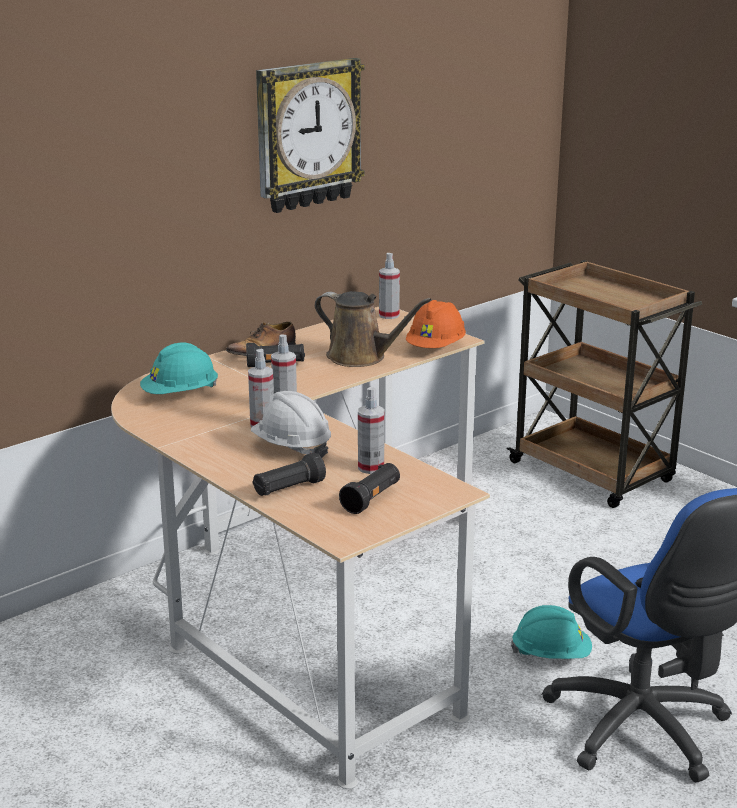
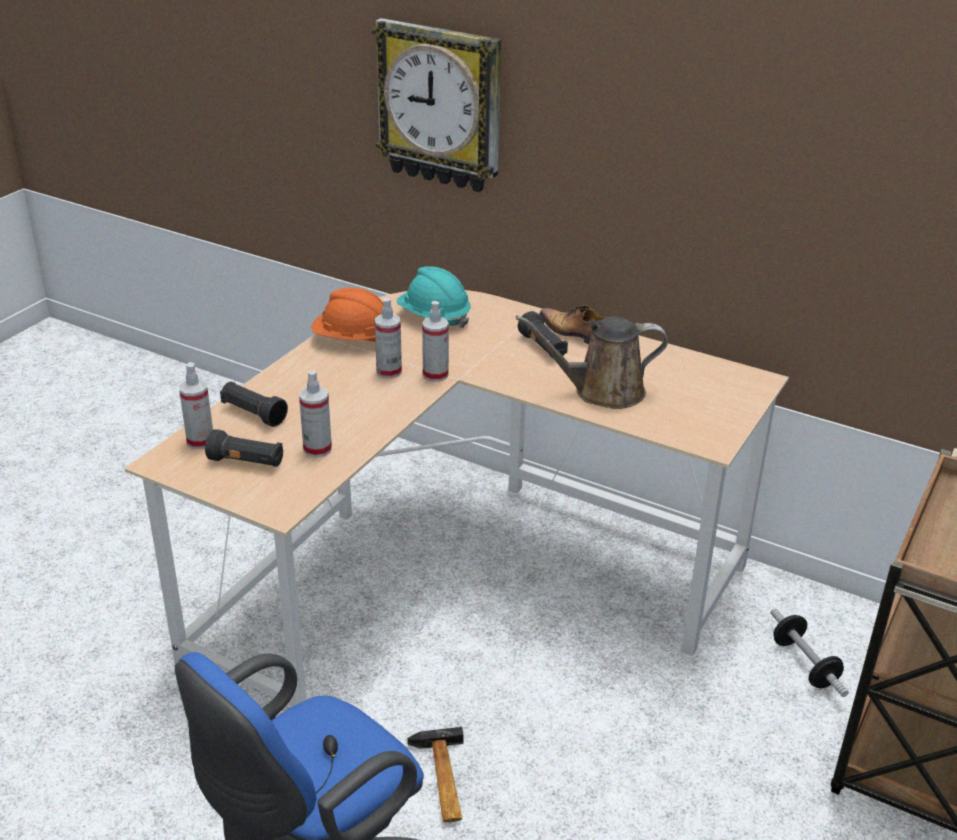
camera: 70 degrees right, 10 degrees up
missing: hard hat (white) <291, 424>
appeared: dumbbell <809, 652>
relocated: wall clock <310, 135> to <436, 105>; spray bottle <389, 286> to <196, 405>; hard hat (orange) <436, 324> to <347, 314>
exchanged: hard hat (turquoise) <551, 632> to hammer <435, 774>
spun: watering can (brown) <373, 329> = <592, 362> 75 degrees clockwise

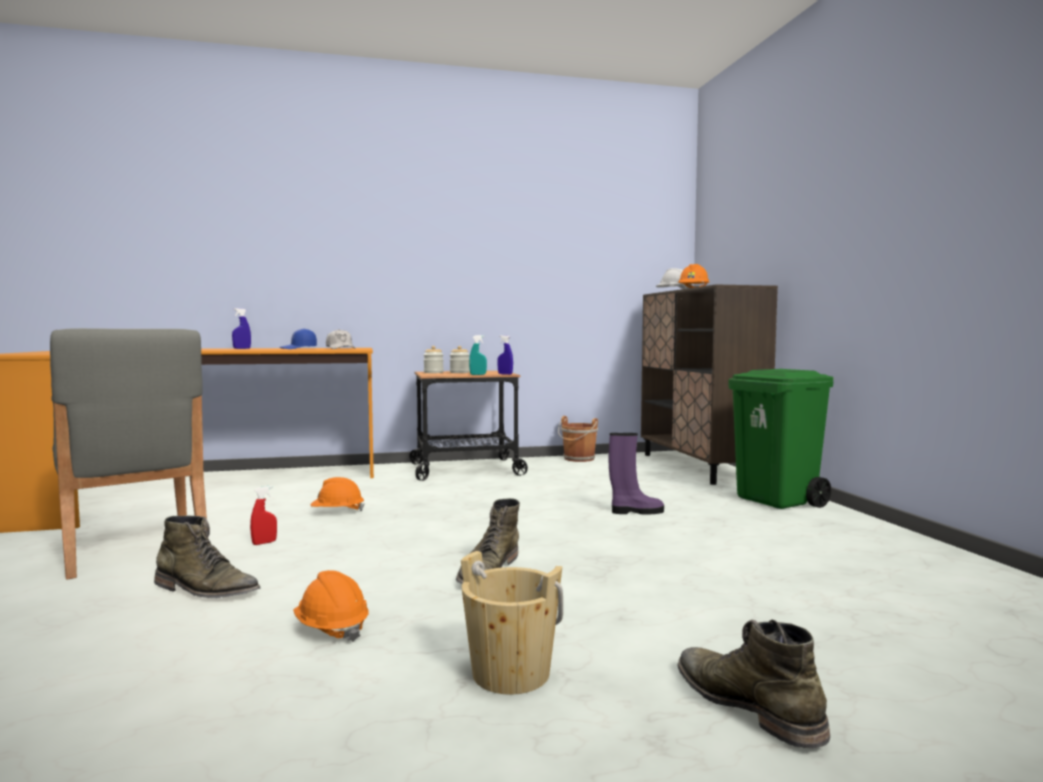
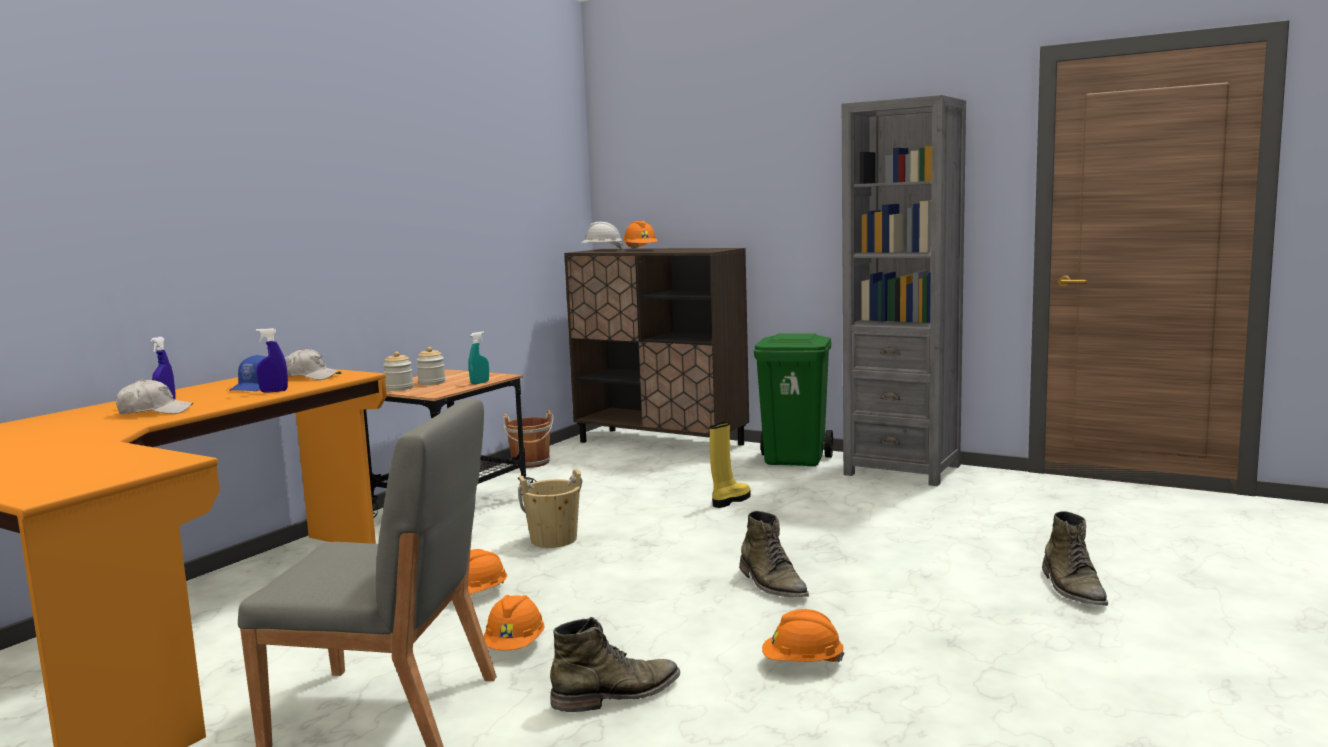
camera: 45 degrees left, 5 degrees up
appeared: bookcase (grey) <904, 290>; cap (white) <154, 396>
relocated: spray bottle (blue) <505, 355> to <272, 360>; bucket (beige) <512, 622> to <550, 508>
exchanged: spray bottle (red) <263, 515> to hard hat (orange) <514, 622>
colour: boot (purple) <636, 474> to boot (yellow) <730, 465>
spun: boot (green) <754, 684> = <1075, 558> 105 degrees counterclockwise

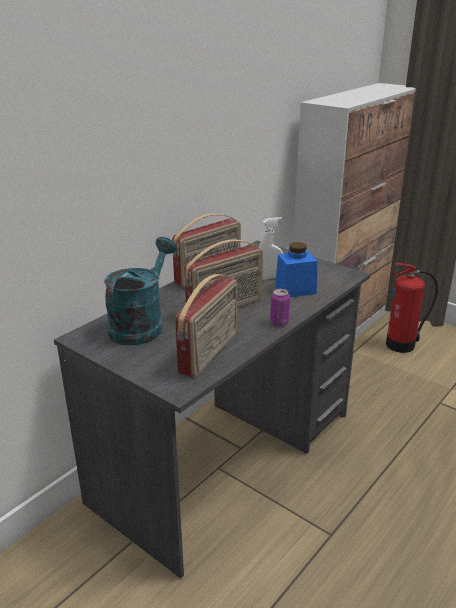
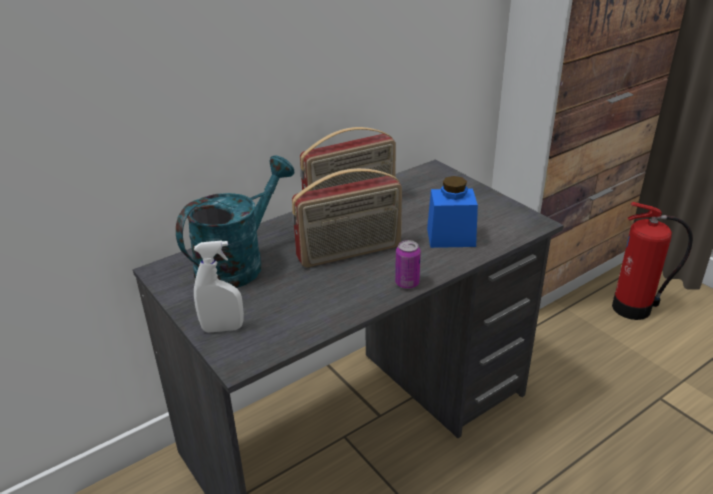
camera: 15 degrees right, 5 degrees up
missing: radio <206, 325>
relocated: spray bottle (white) <271, 248> to <219, 286>

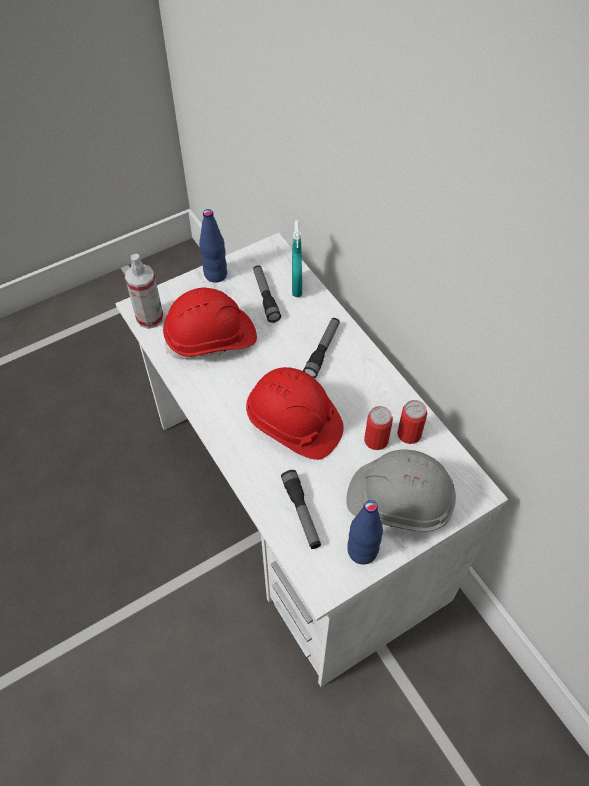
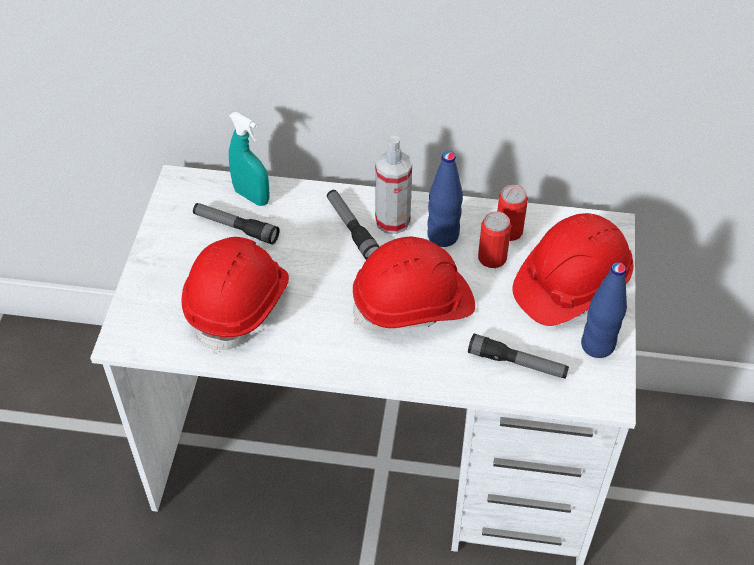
camera: 50 degrees left, 5 degrees down
relocated: bottle (blue) <213, 246> to <445, 199>; spray bottle <144, 291> to <393, 185>
colour: hard hat (grey) <401, 491> to hard hat (red) <573, 269>

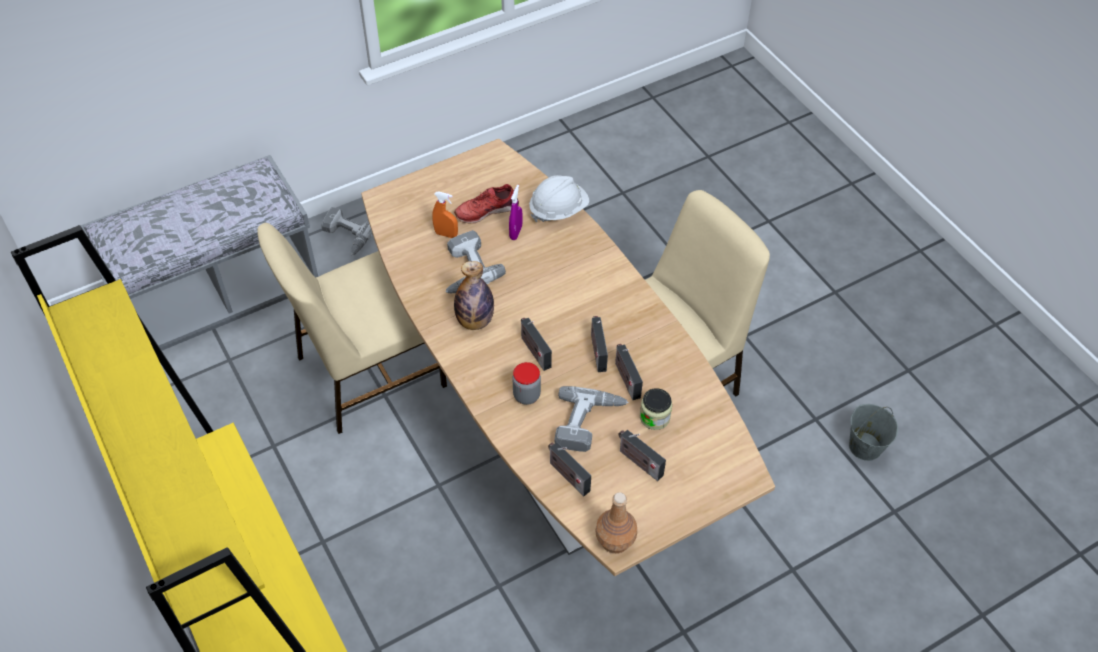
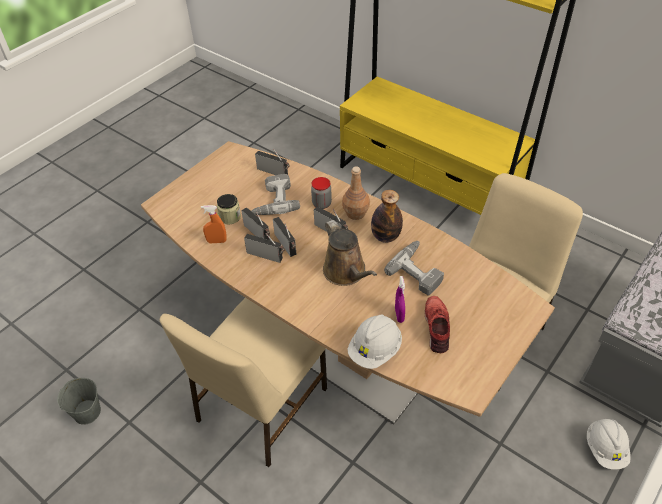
camera: 160 degrees right, 5 degrees down
appeared: watering can (brown) <350, 253>
relocated: spray bottle (orange) <445, 214> to <214, 224>; radio <642, 455> to <264, 248>; bottle (brown) <616, 523> to <356, 193>
exchanged: power drill <347, 231> to hard hat (white) <608, 444>
spun: shoe (red) <486, 204> = <437, 324> 45 degrees counterclockwise

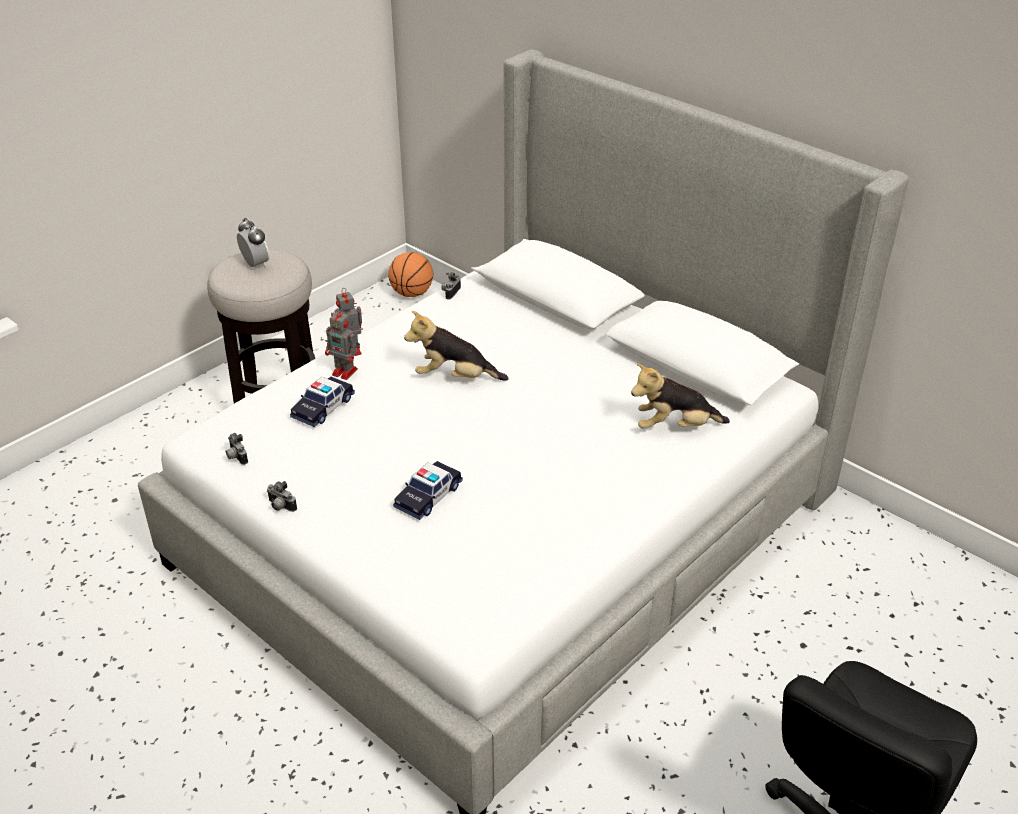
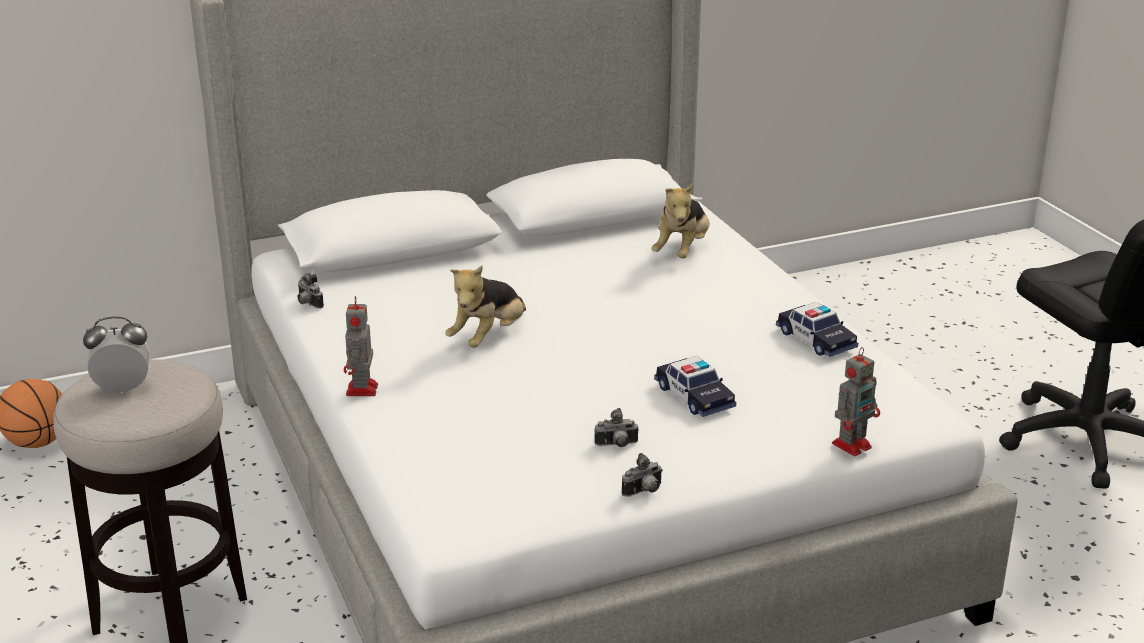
camera: 65 degrees left, 10 degrees down
relocated: toy robot <342, 344> to <856, 401>; toy car <322, 402> to <817, 329>; photo camera <237, 449> to <617, 427>

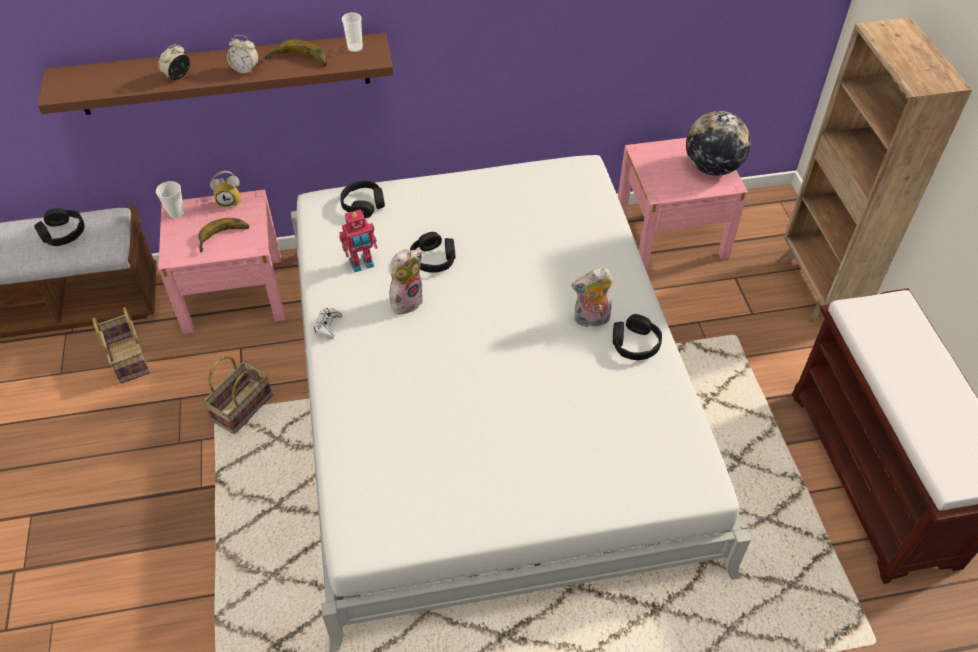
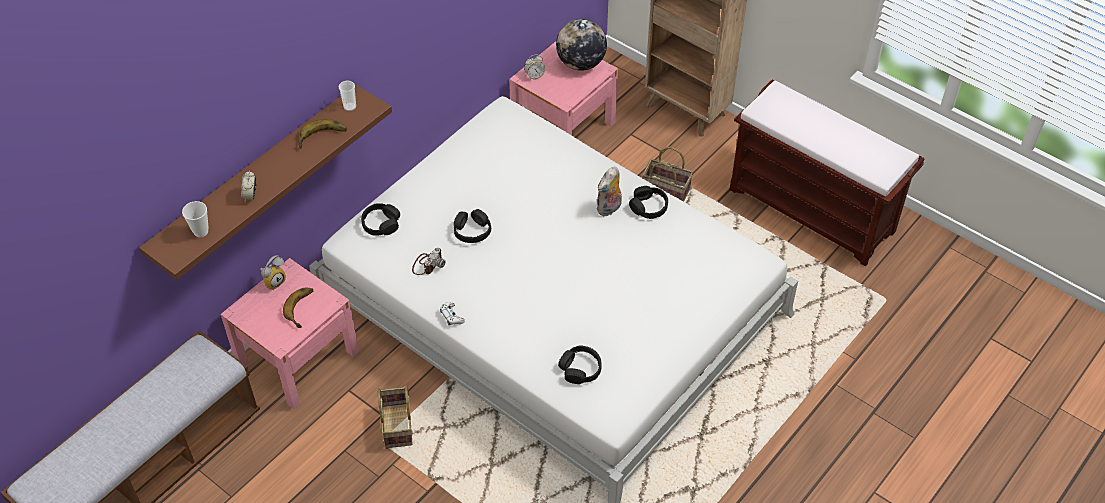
camera: 40 degrees left, 0 degrees up
missing: plush toy <406, 281>
relocated: alarm clock <243, 54> to <534, 67>; cup <170, 199> to <195, 219>; headphones (black) <59, 227> to <580, 364>; basket <121, 345> to <667, 174>
exchanged: toy robot <358, 240> to photo camera <428, 261>

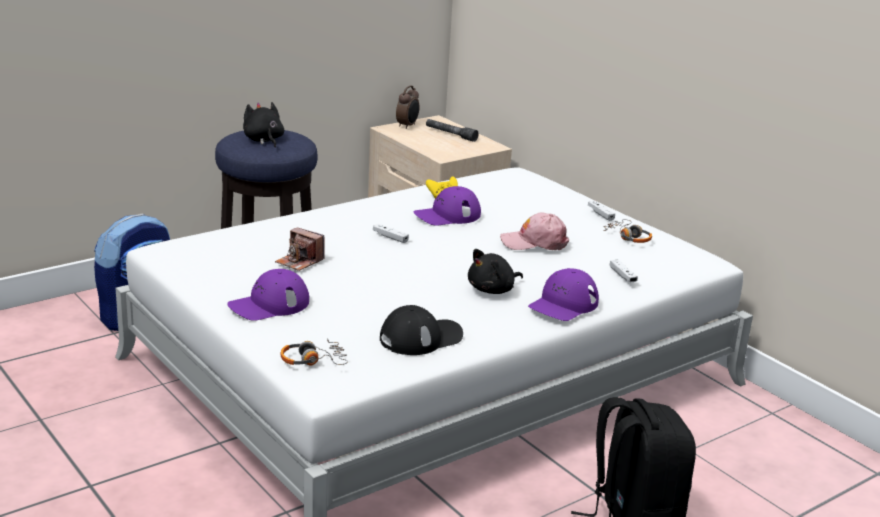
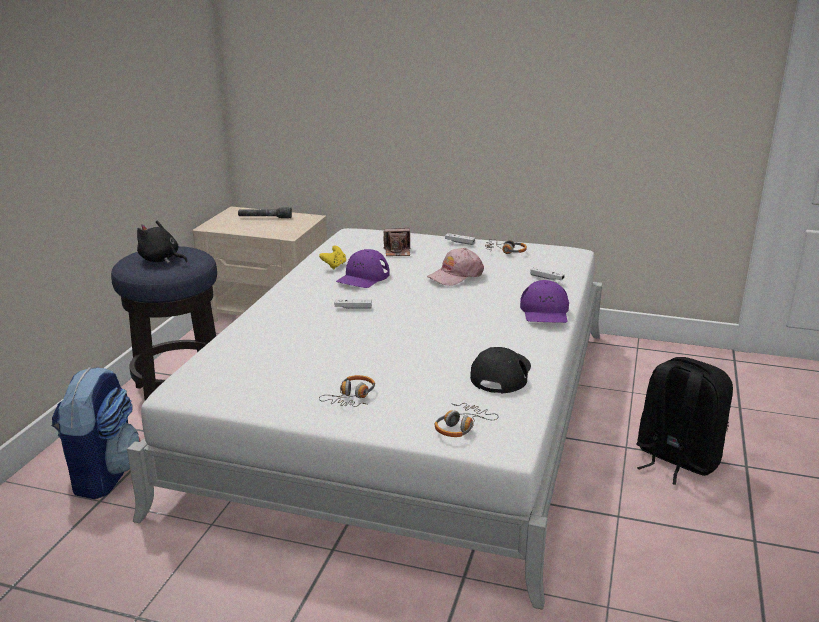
camera: 35 degrees left, 0 degrees up
missing: alarm clock <407, 107>; plush toy (black) <495, 271>
relocated: photo camera <300, 249> to <396, 242>
exchanged: cap (purple) <268, 295> to headphones <347, 391>

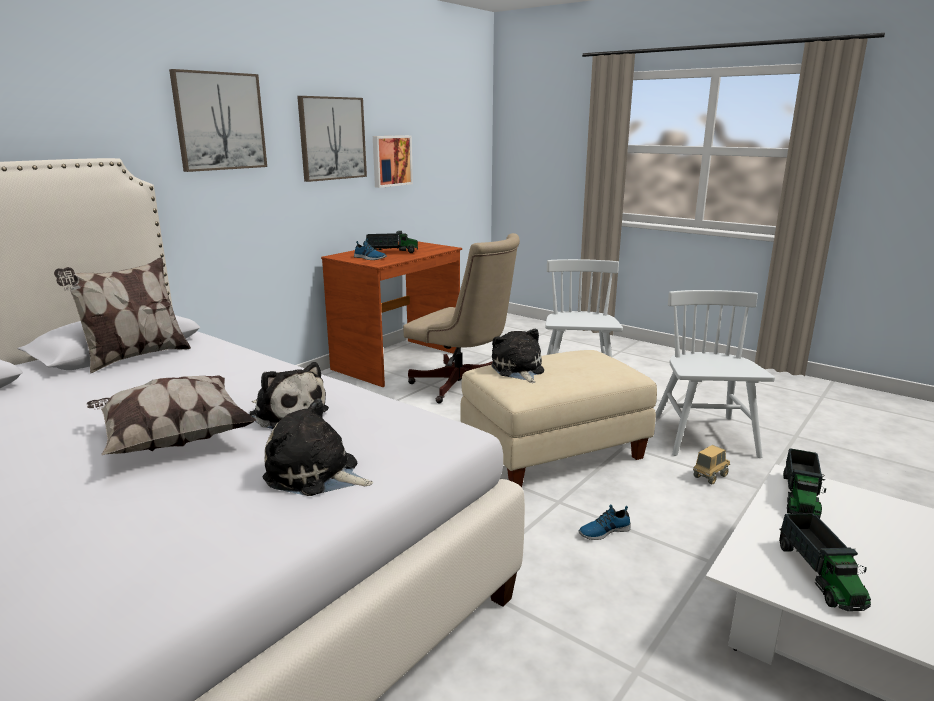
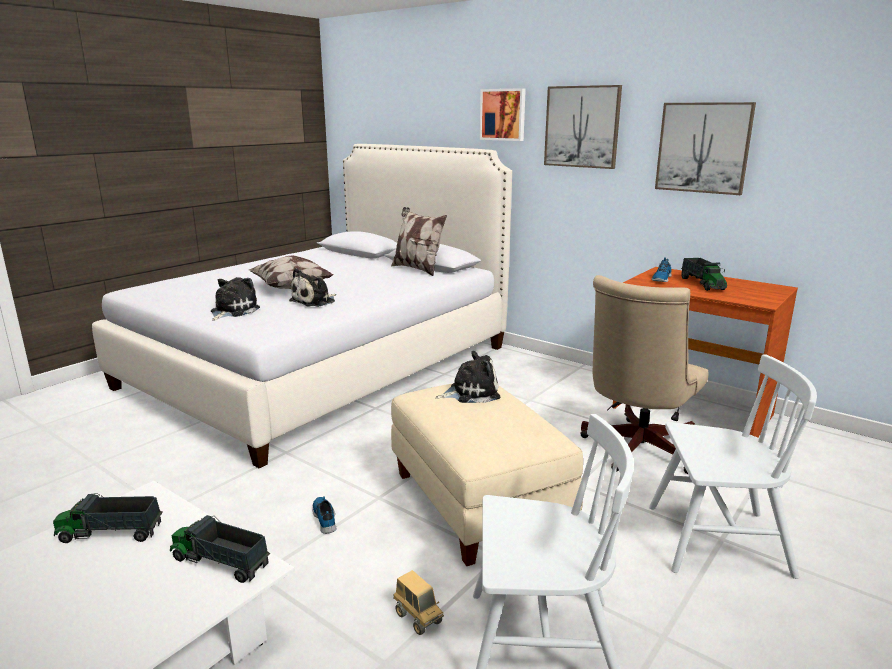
camera: 90 degrees right, 0 degrees up
relocated: picture <393, 161> to <503, 114>

